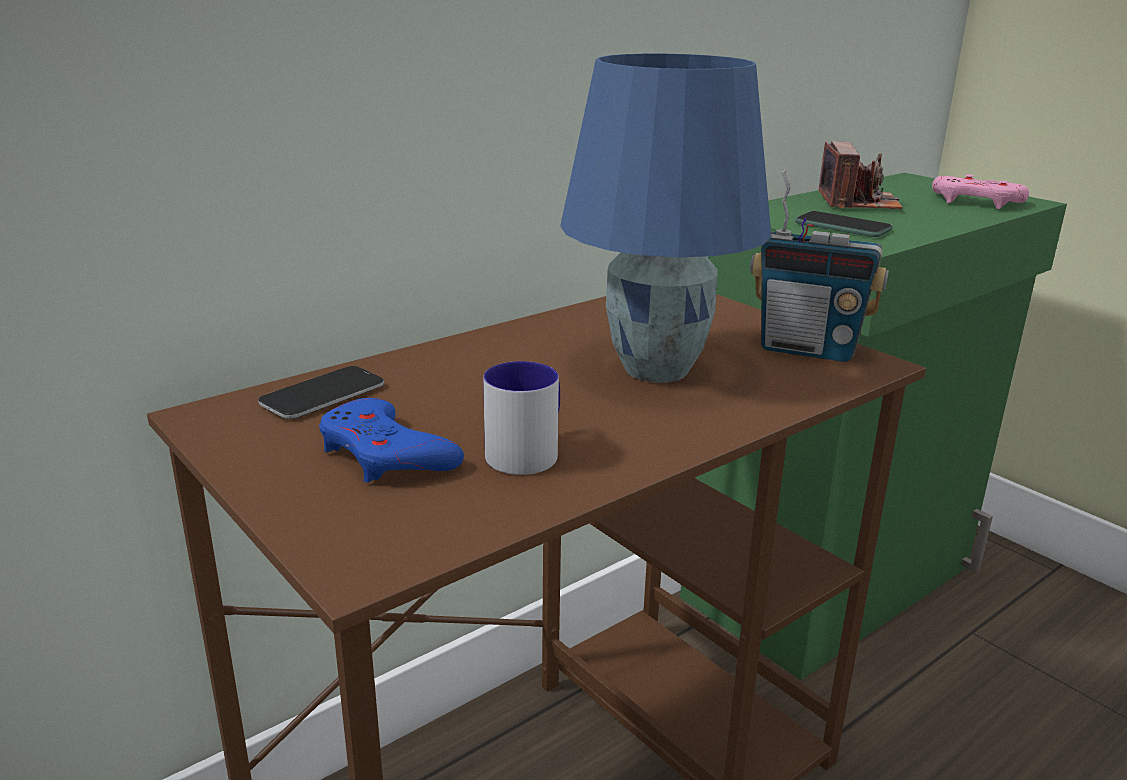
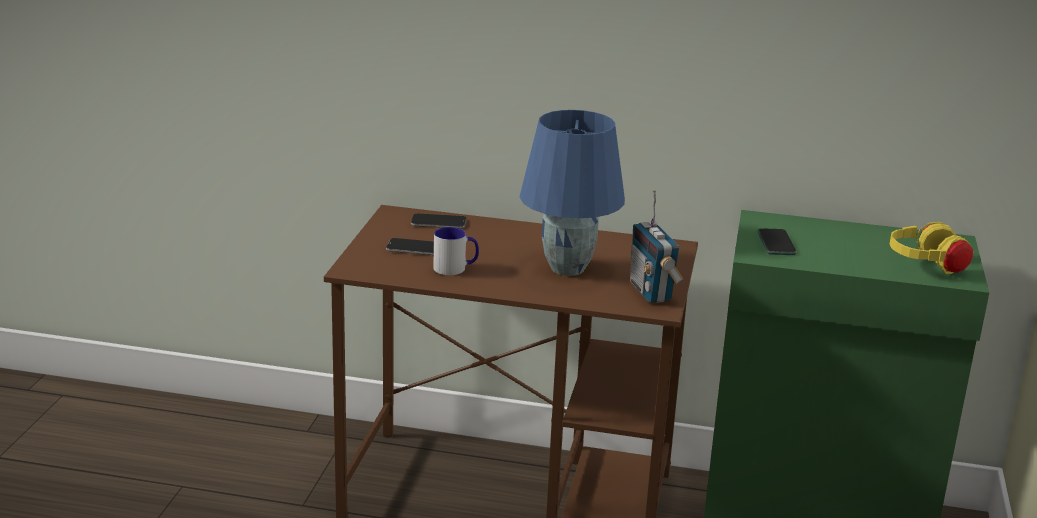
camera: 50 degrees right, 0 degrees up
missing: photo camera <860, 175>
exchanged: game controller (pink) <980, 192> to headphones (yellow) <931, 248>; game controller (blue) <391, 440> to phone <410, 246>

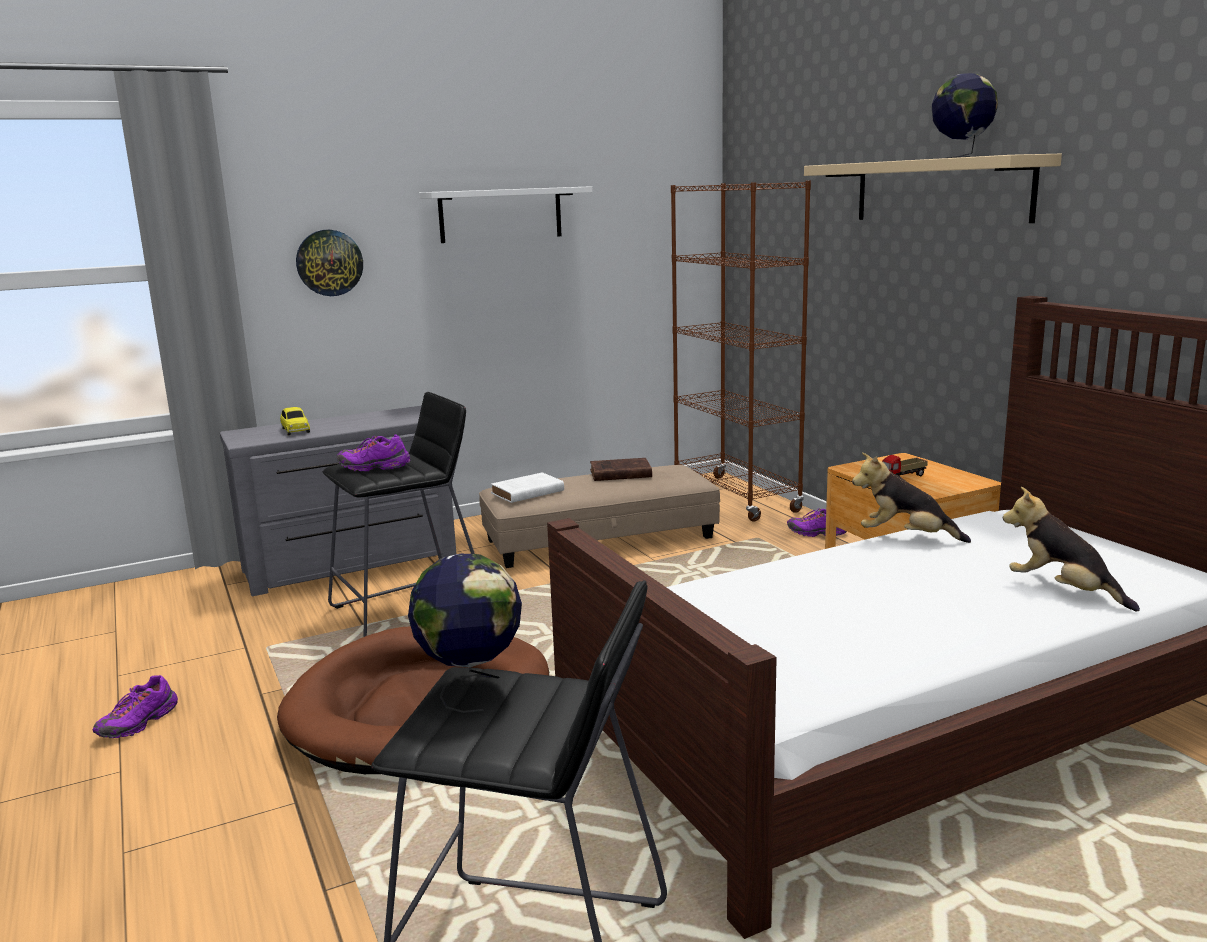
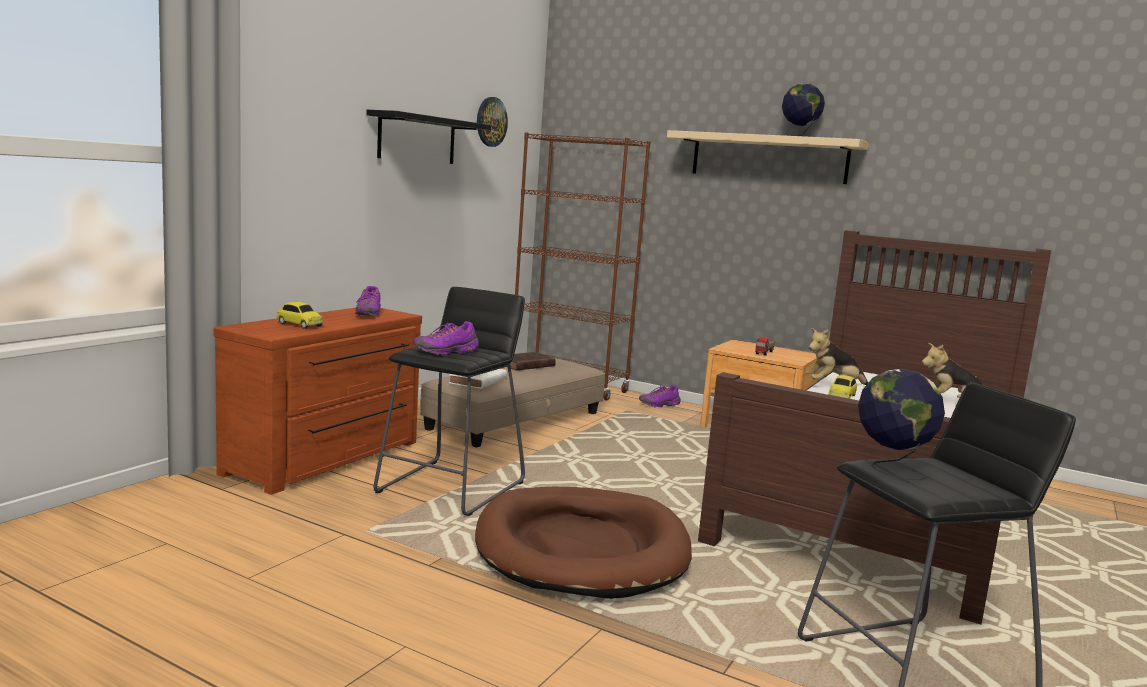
camera: 35 degrees left, 5 degrees down
appeared: toy car <842, 387>
relocated: wall clock <329, 263> to <492, 122>; shoe (purple) <135, 706> to <368, 301>
colour: shelf (white) <506, 214> to shelf (black) <428, 137>; dresser (grey) <338, 501> to dresser (brown) <318, 401>

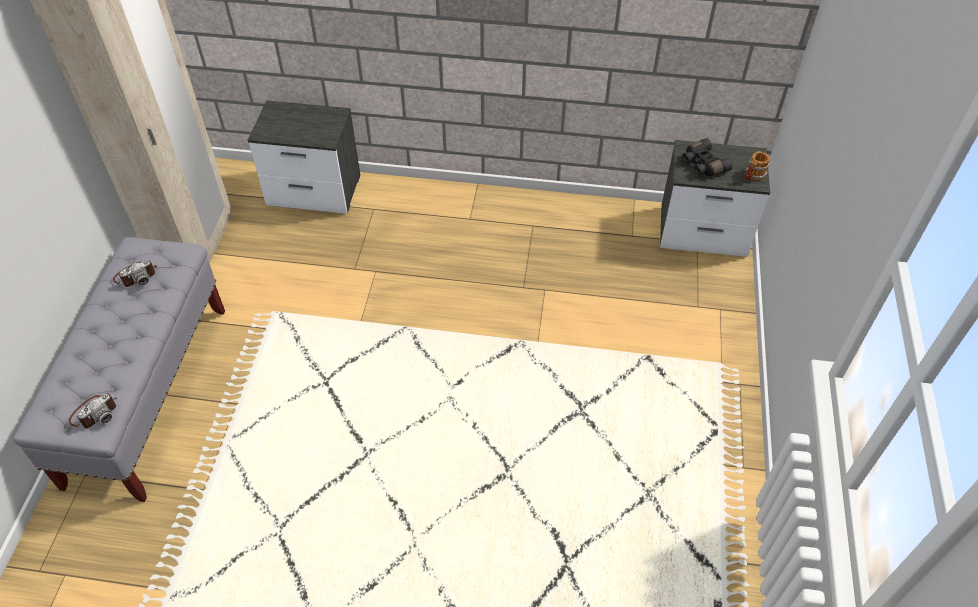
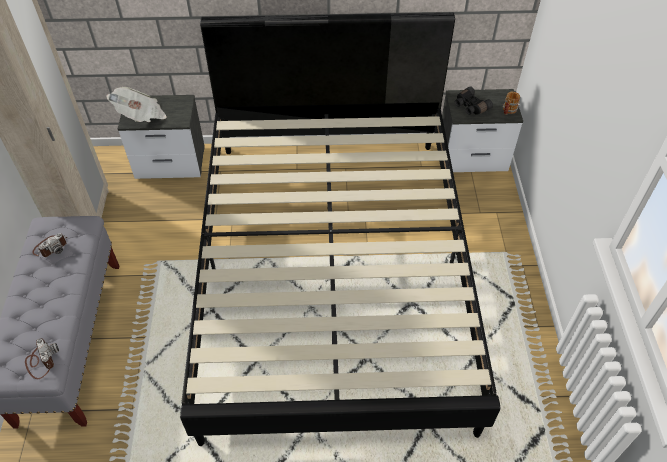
camera: 10 degrees left, 0 degrees up
appeared: bed (black) <340, 229>; newspaper <136, 104>
spun: photo camera <93, 411> = <42, 358> 60 degrees counterclockwise

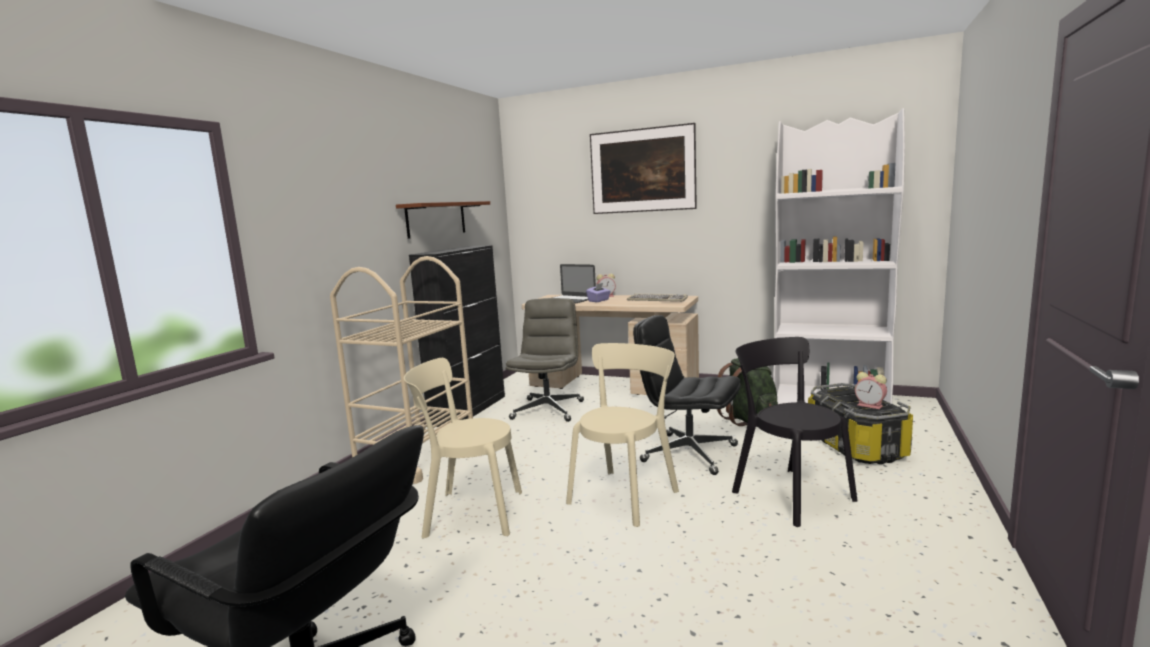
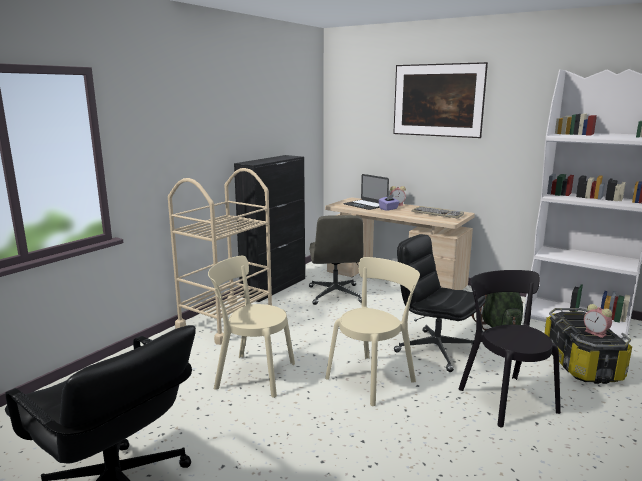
camera: 10 degrees right, 5 degrees up
missing: shelf (brown) <443, 220>
spun: office chair (grey) <545, 360> = <336, 260> 150 degrees clockwise

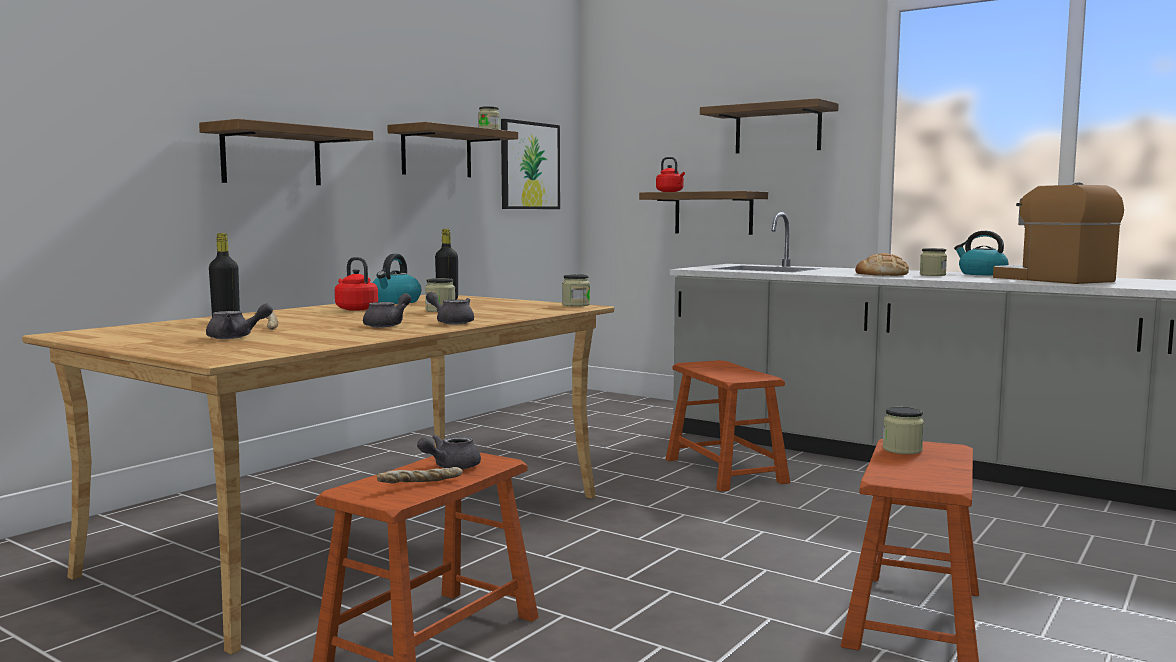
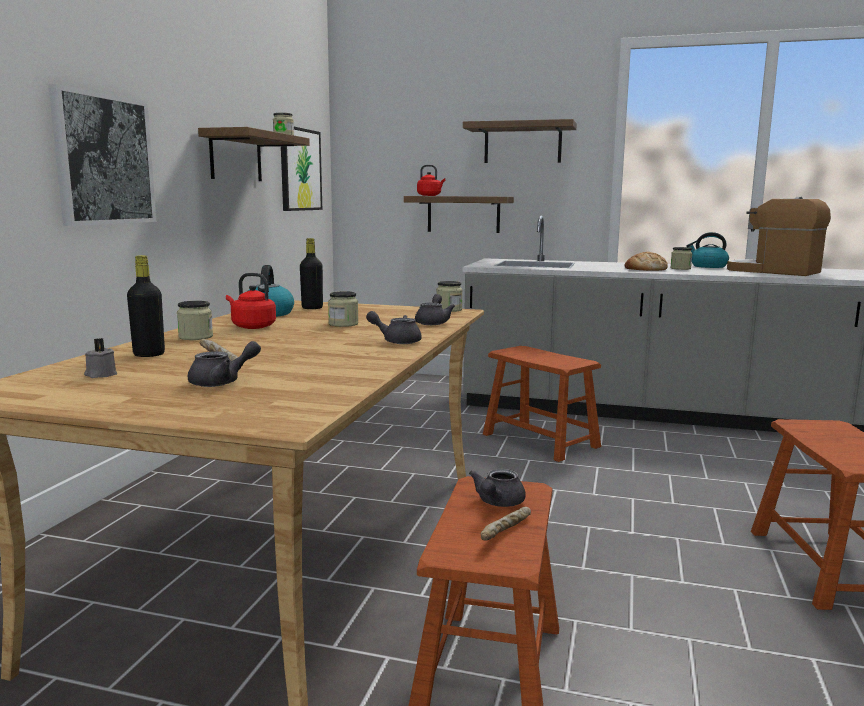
camera: 20 degrees left, 5 degrees up
appeared: candle (grey) <100, 358>
relocated: teapot (grey) <387, 310> to <435, 309>; jar <903, 430> to <195, 320>
exchanged: shelf <286, 152> to picture <102, 155>

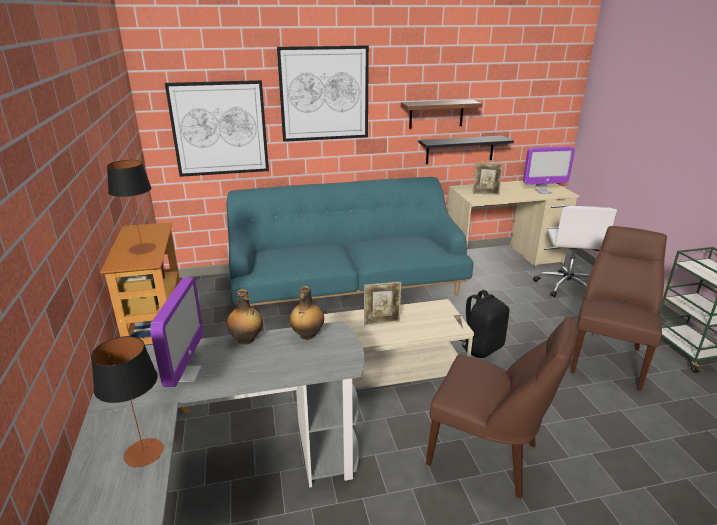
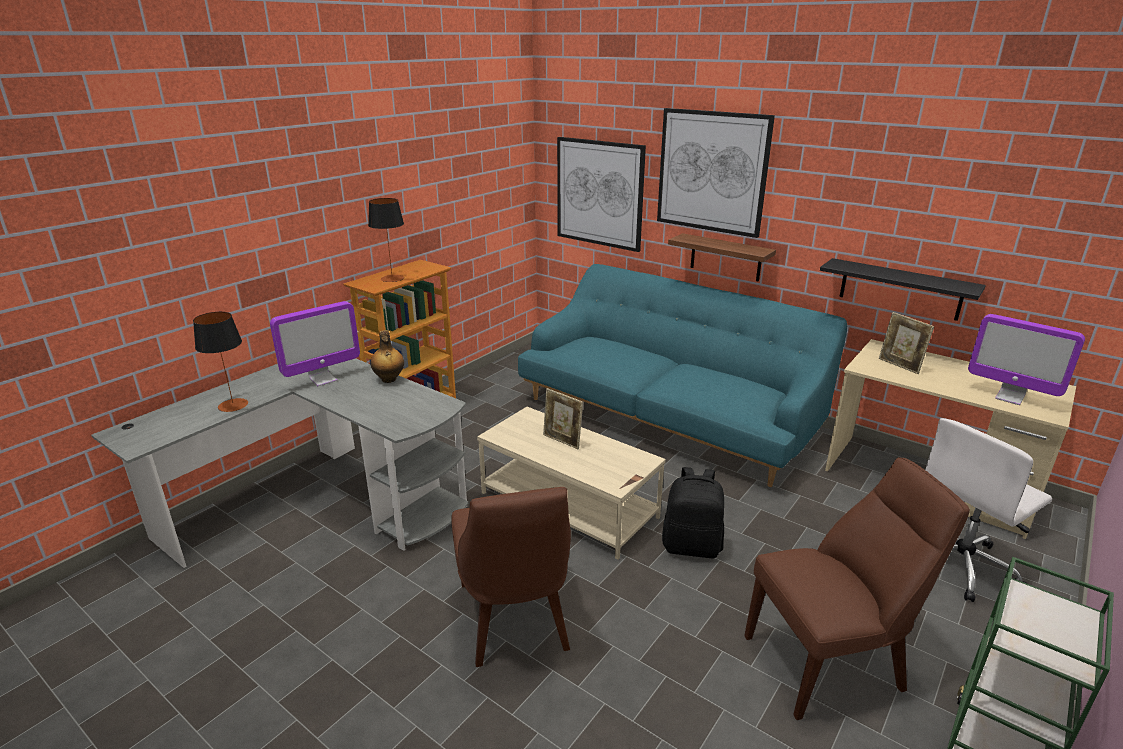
camera: 50 degrees right, 0 degrees up
missing: bottle <306, 313>
relocated: shelf <441, 114> to <722, 257>

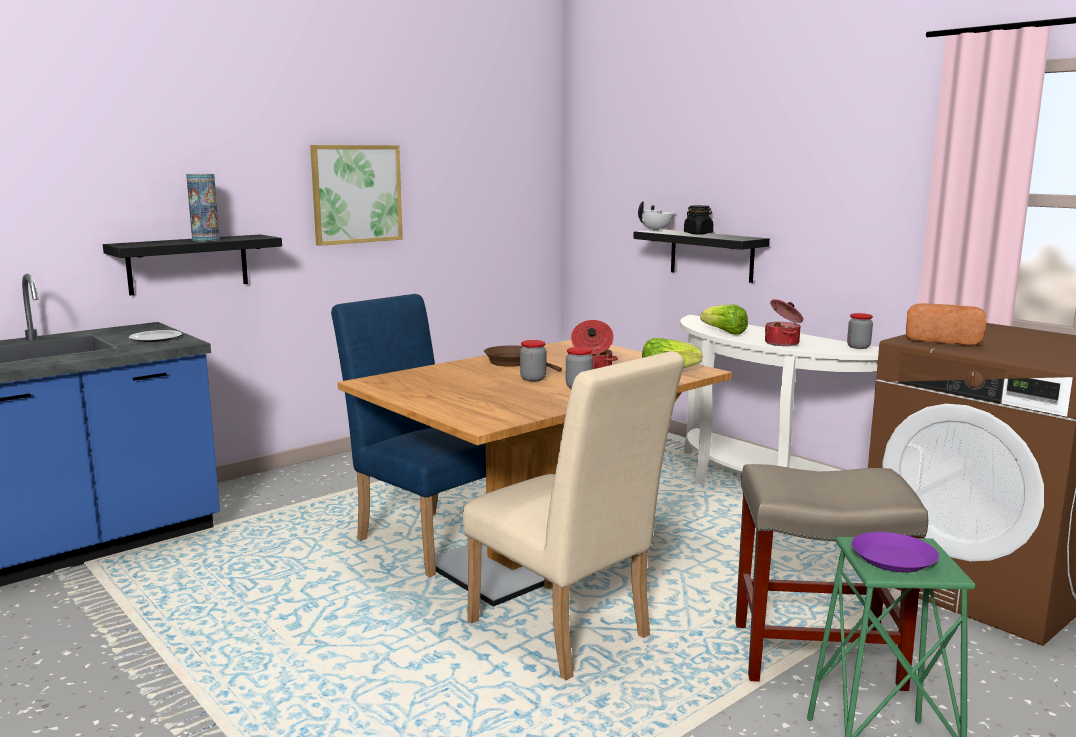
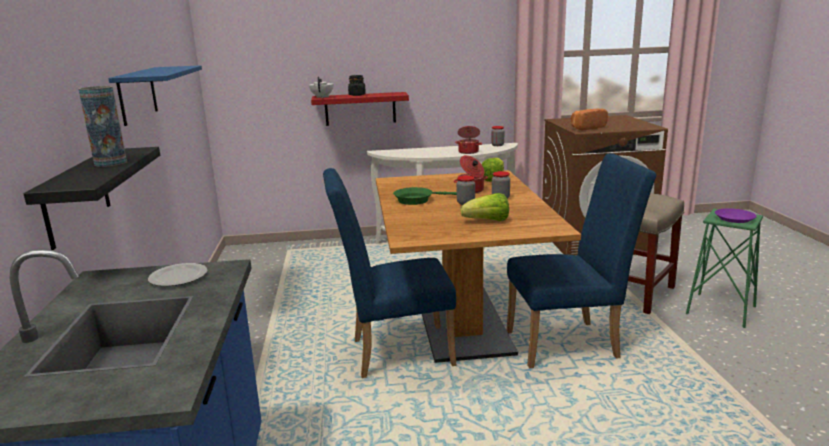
camera: 55 degrees left, 5 degrees up
relocated: lettuce <724, 320> to <484, 207>
exchanged: picture <356, 195> to shelf (blue) <155, 95>
colour: shelf (black) <701, 256> to shelf (red) <360, 109>; frying pan (brown) <523, 358> to frying pan (green) <425, 196>; chair (beige) <573, 516> to chair (blue) <581, 260>

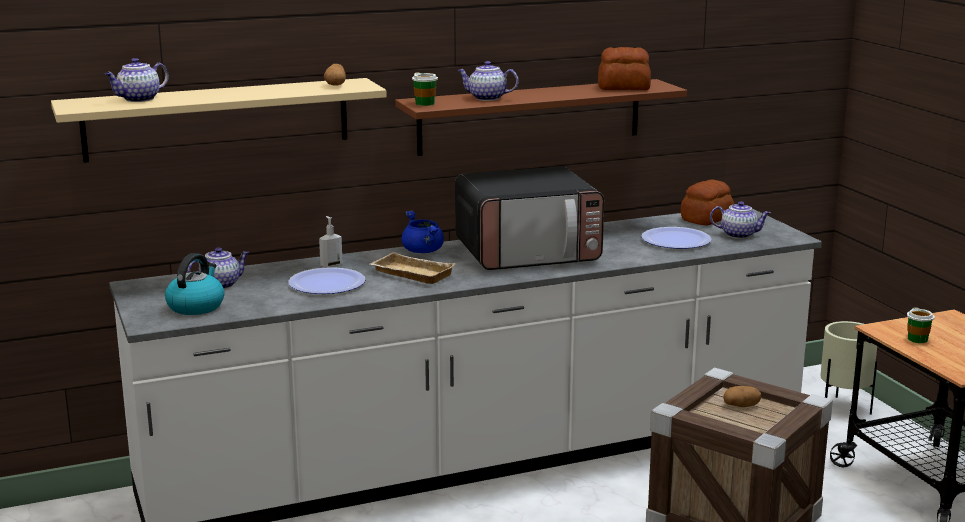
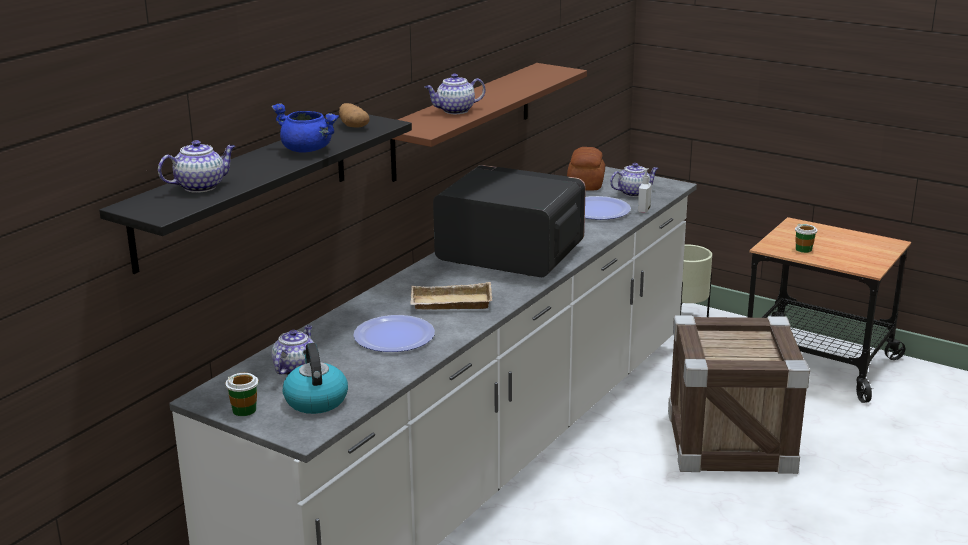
camera: 35 degrees left, 5 degrees up
missing: bread <624, 68>; potato <742, 396>
relocated: cup <425, 89> to <242, 394>; cooking pot (blue) <422, 232> to <305, 128>; soap dispenser <331, 242> to <645, 190>
colour: shelf (beige) <219, 120> to shelf (black) <255, 194>
spun: teapot <136, 80> = <197, 166> 135 degrees counterclockwise; microwave <529, 218> = <509, 221> 105 degrees counterclockwise

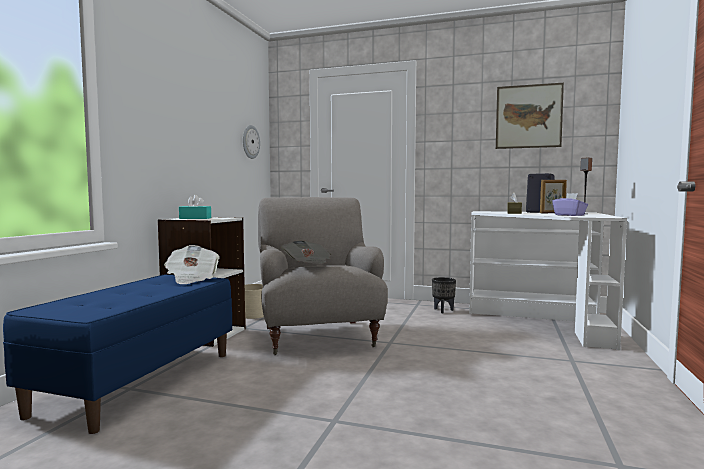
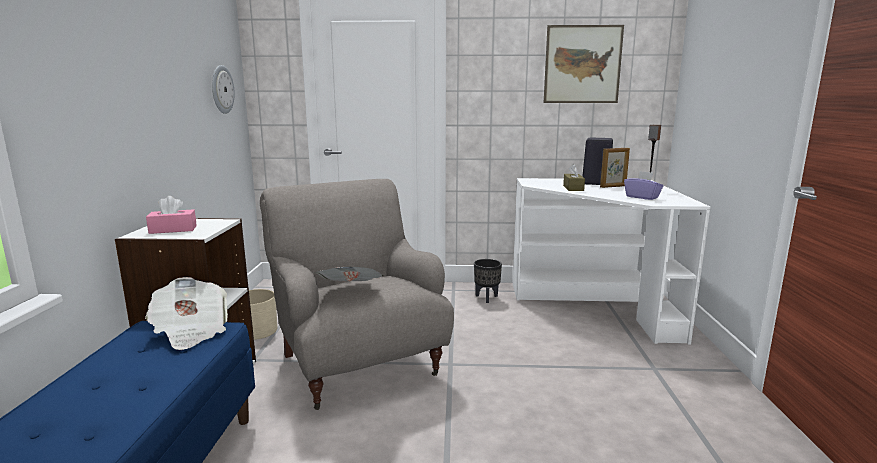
camera: 15 degrees left, 10 degrees up
colour: tissue box (turquoise) <195, 207> to tissue box (pink) <171, 215>

